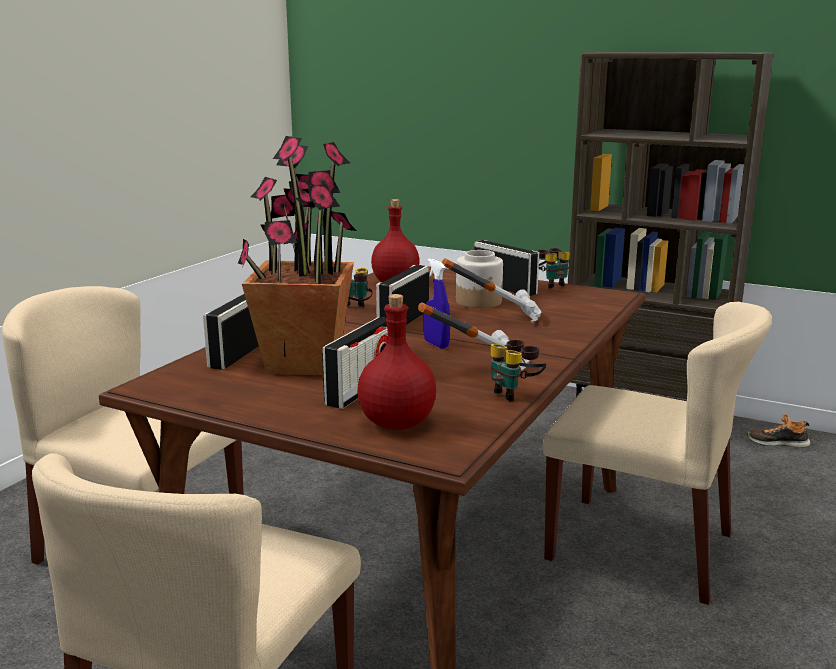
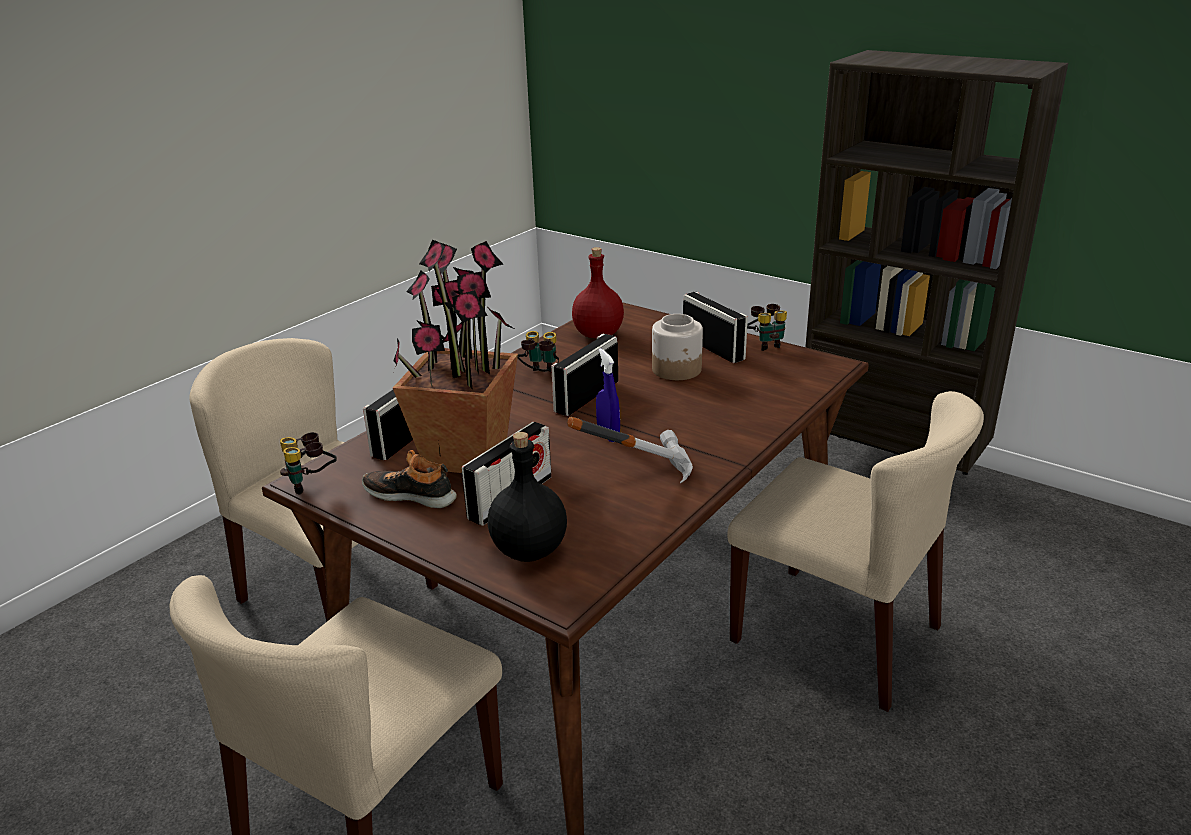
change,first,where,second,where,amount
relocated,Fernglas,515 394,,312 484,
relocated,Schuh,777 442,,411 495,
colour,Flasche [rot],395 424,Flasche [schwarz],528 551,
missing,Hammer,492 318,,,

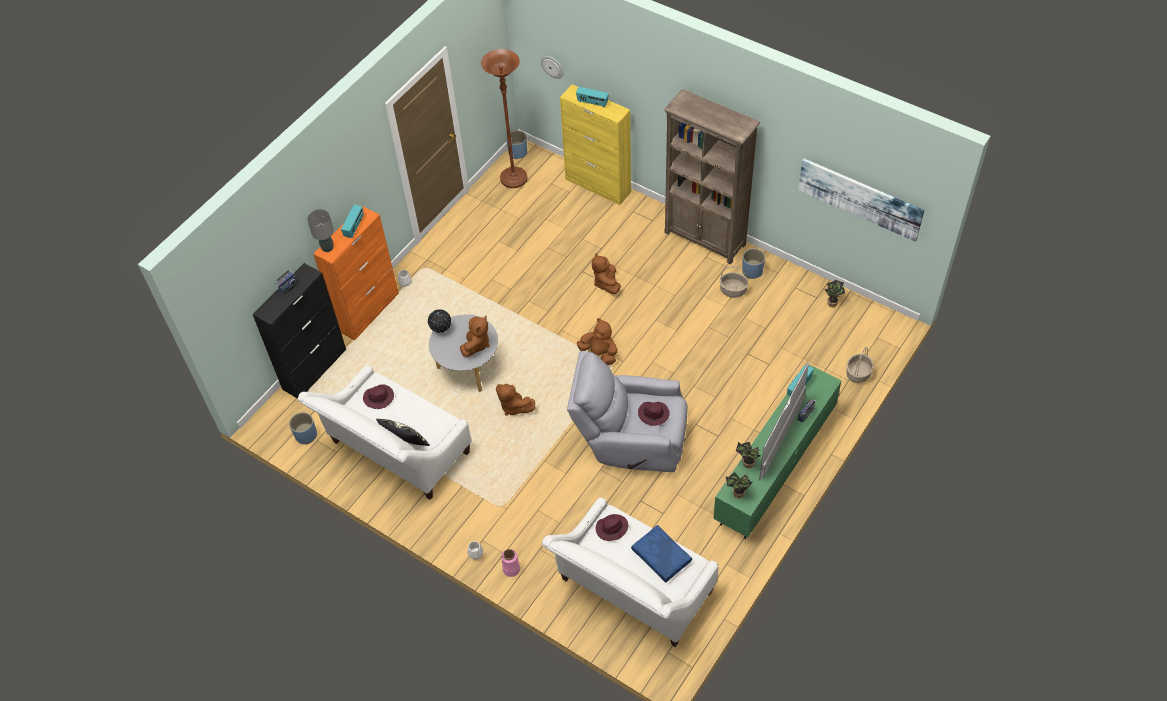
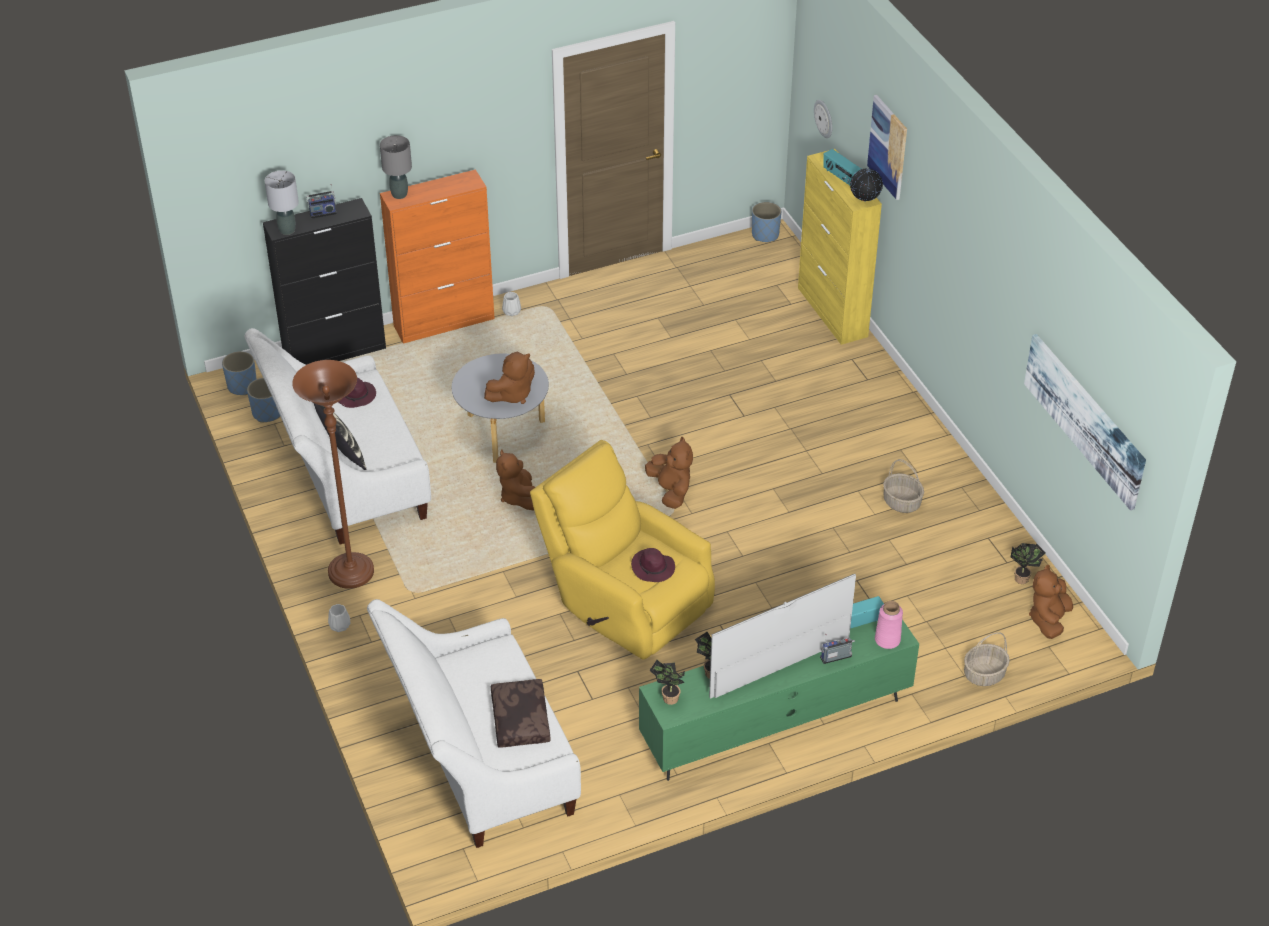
change,first,where,second,where,amount
relocated,Pflanzkübel [blau],752 271,,242 386,
appeared,,,Tischlampe [grau],287 230,
relocated,Stehlampe [braun],513 179,,351 572,
colour,Kissen [blau],660 557,Kissen [braun],519 719,
colour,Sessel [grau],630 439,Sessel [gelb],625 600,
relocated,Globus,441 330,,864 201,
appeared,,,Bild,888 147,
relocated,Vase [rosa],511 569,,887 640,
relocated,Plüschtier [braun],606 283,,1048 620,
missing,Radio,354 227,,,
missing,Hut [lila],611 529,,,
missing,Bücherregal [braun],705 239,,,

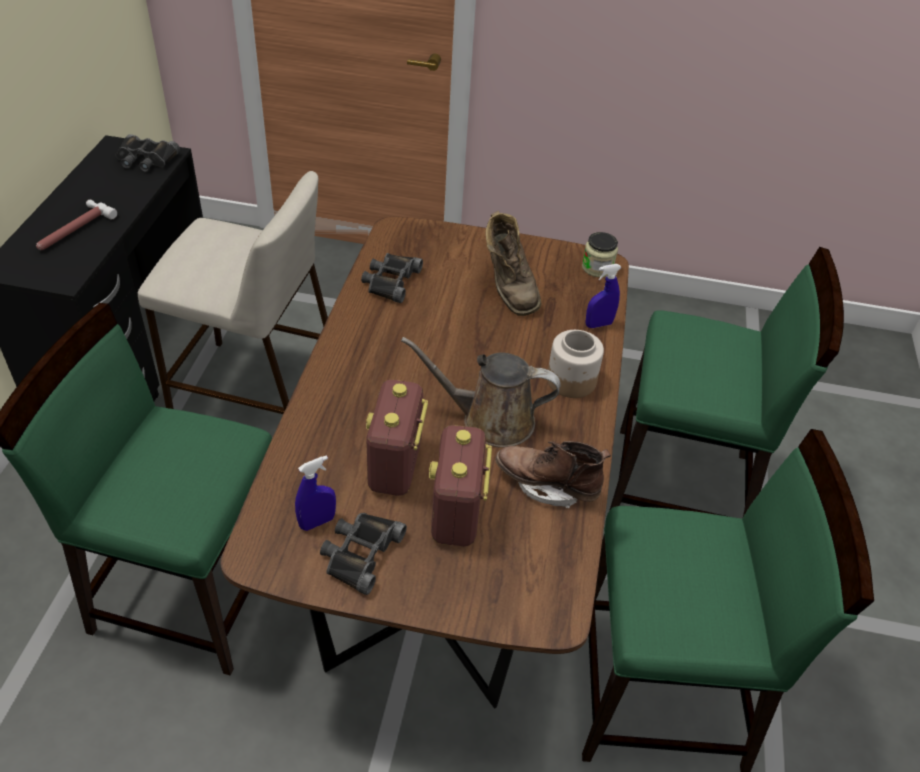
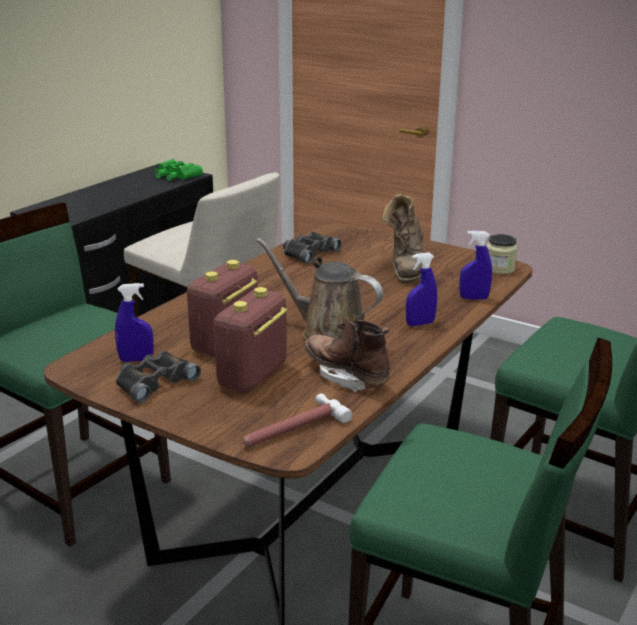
change,first,where,second,where,amount
colour,Fernglas [schwarz],145 159,Fernglas [grün],175 175,
relocated,Hammer,72 230,,291 428,
exchanged,Vorratsglas,570 380,Sprühflasche [blau],420 324,

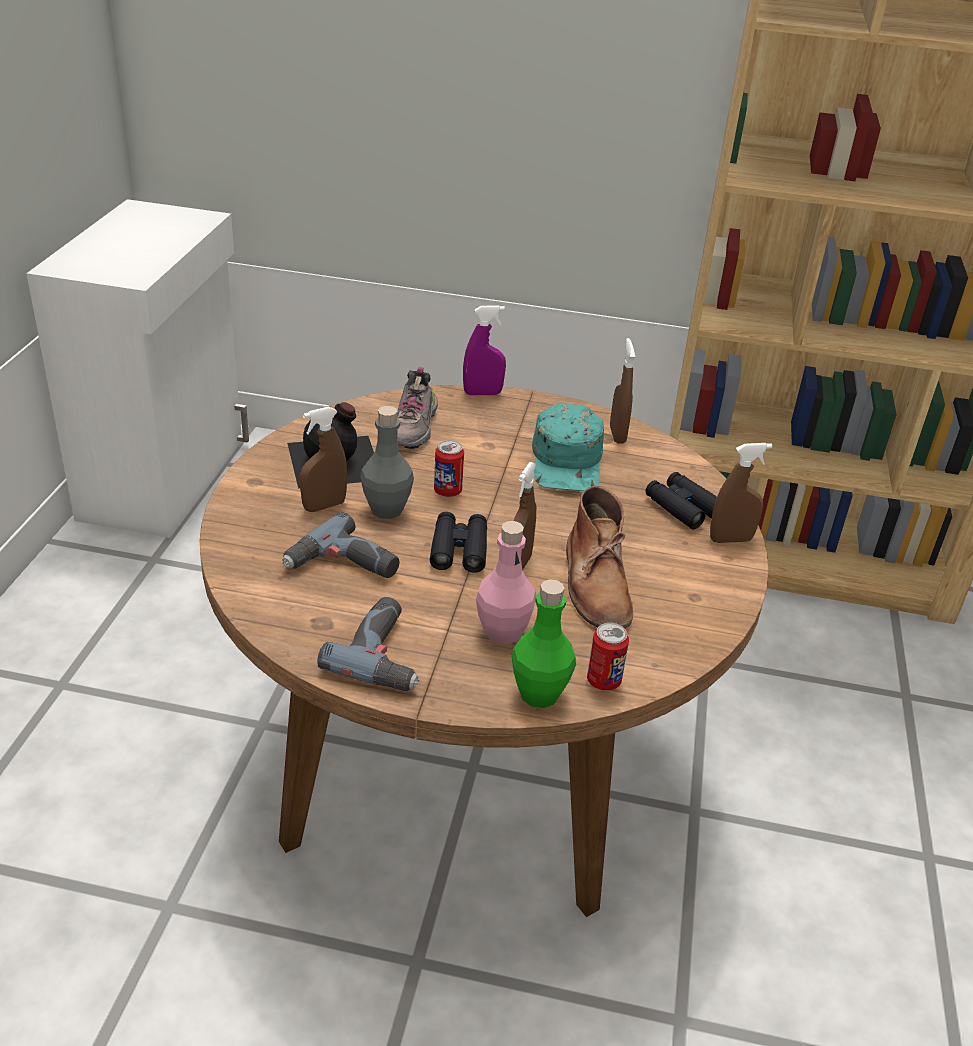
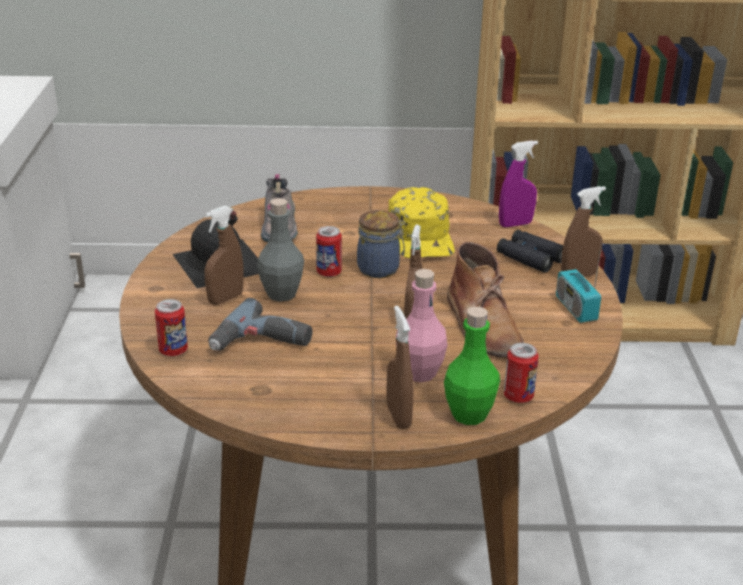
change,first,where,second,where,amount
appeared,,,Dose,173 351,
appeared,,,Vorratsglas,380 269,
relocated,Sprühflasche [braun],617 435,,398 416,
colour,Kappe [türkis],568 461,Kappe [gelb],421 236,
relocated,Sprühflasche [lila],482 393,,515 224,
appeared,,,Radio,575 309,
missing,Bohrmaschine,386 654,,,
missing,Fernglas [schwarz],459 549,,,

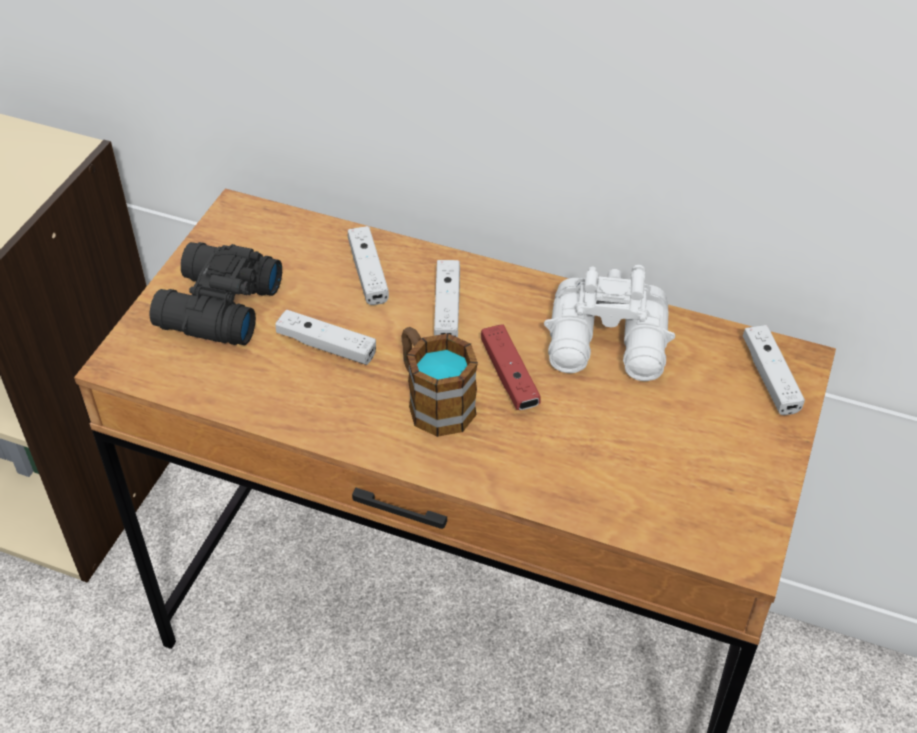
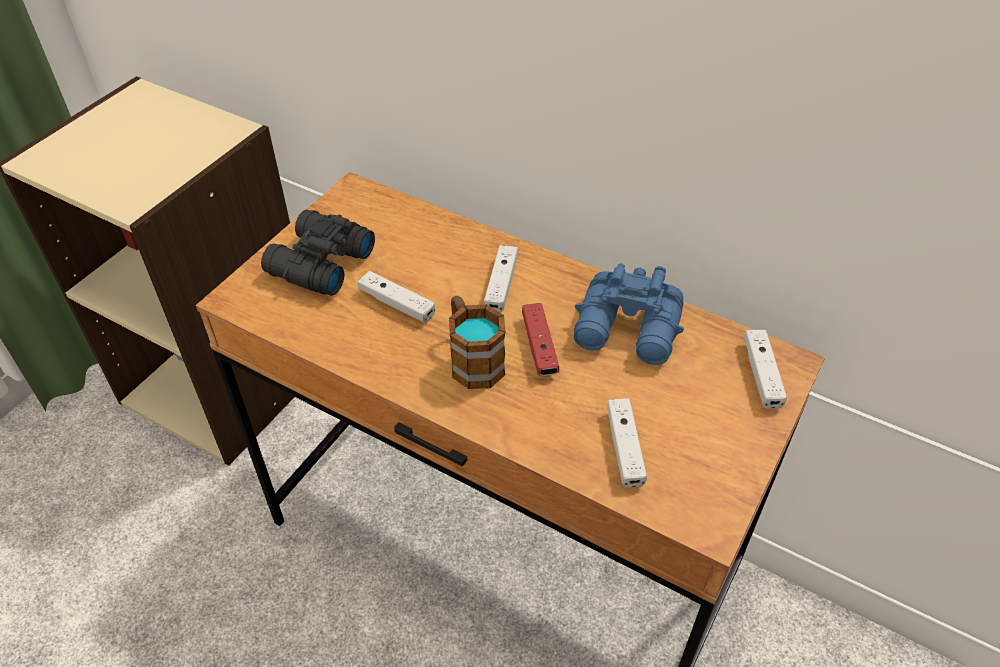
change,first,where,second,where,amount
colour,Fernglas [weiß],609 345,Fernglas [blau],629 331,
relocated,Gamepad [weiß],368 273,,624 448,

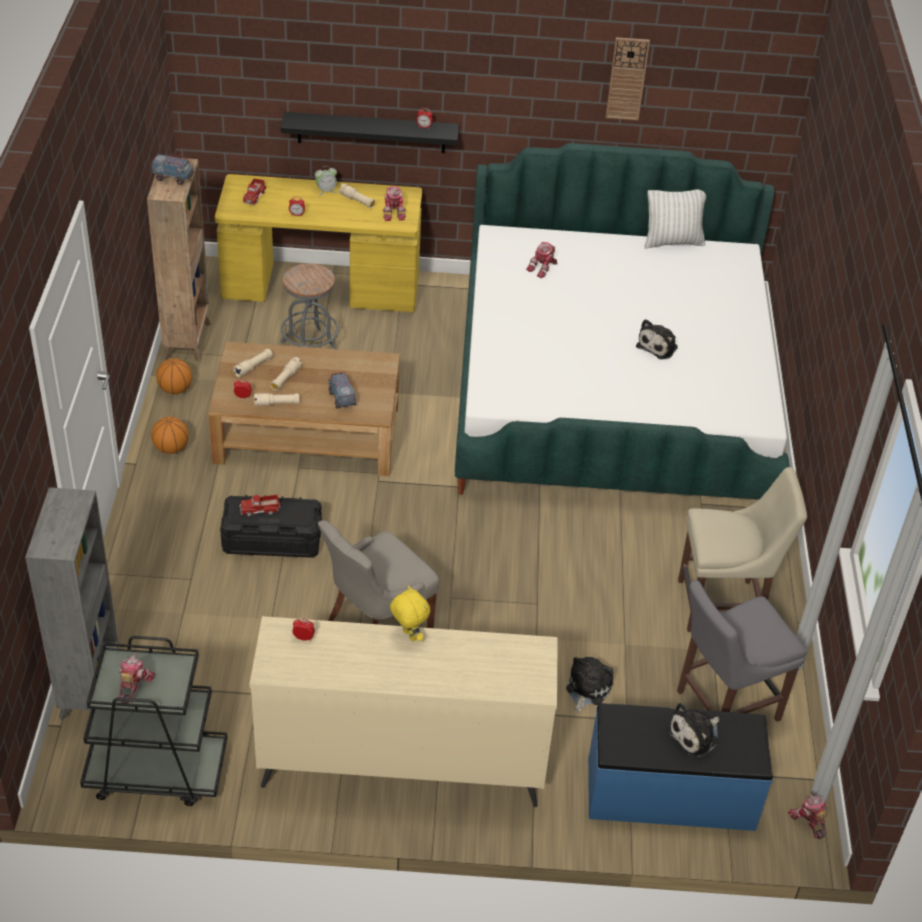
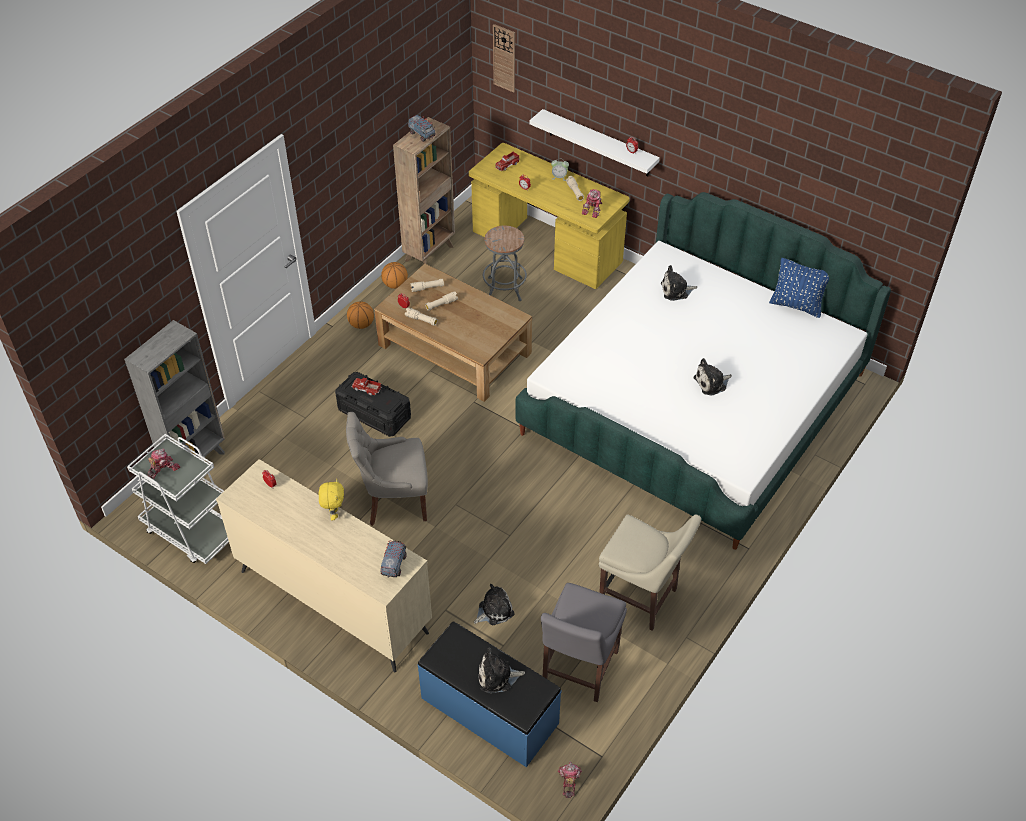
change,first,where,second,where,amount
colour,Rollwagen [schwarz],156 771,Rollwagen [weiß],191 531,
relocated,Spielzeuglaster,342 399,,394 564,
relocated,Wanduhr,627 78,,504 58,
colour,Wandregal [schwarz],371 132,Wandregal [weiß],599 143,
spun,Stuhl [grau],723 706,,578 670,75 degrees counterclockwise
exchanged,Spielzeugroboter,543 268,Plüschtier,676 290,
colour,Kissen [weiß],672 242,Kissen [blau],796 305,

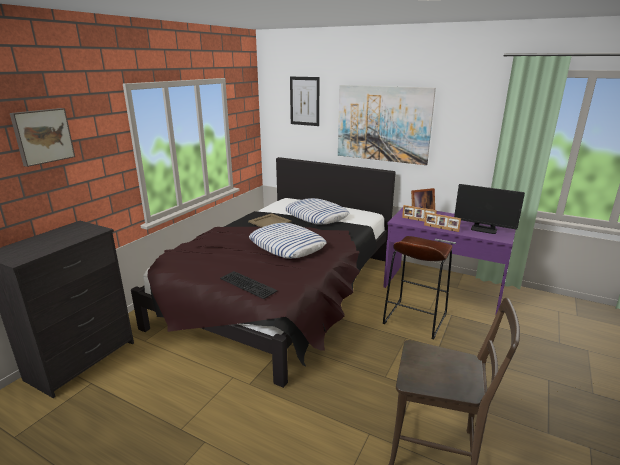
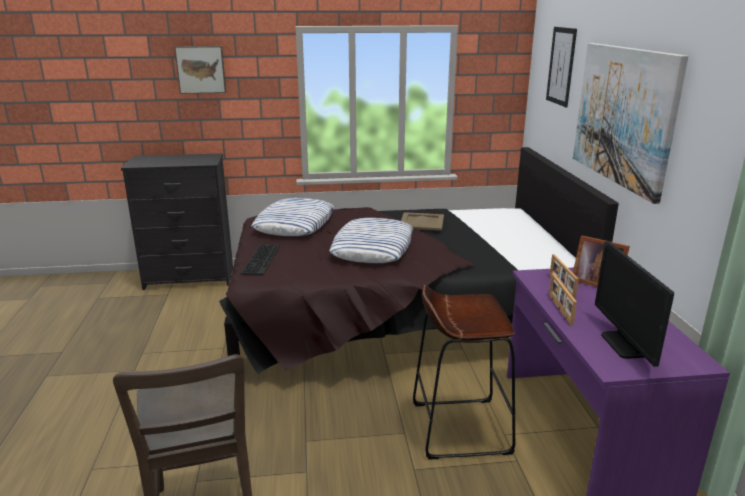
change,first,where,second,where,amount
relocated,Kissen,316 216,,295 224,

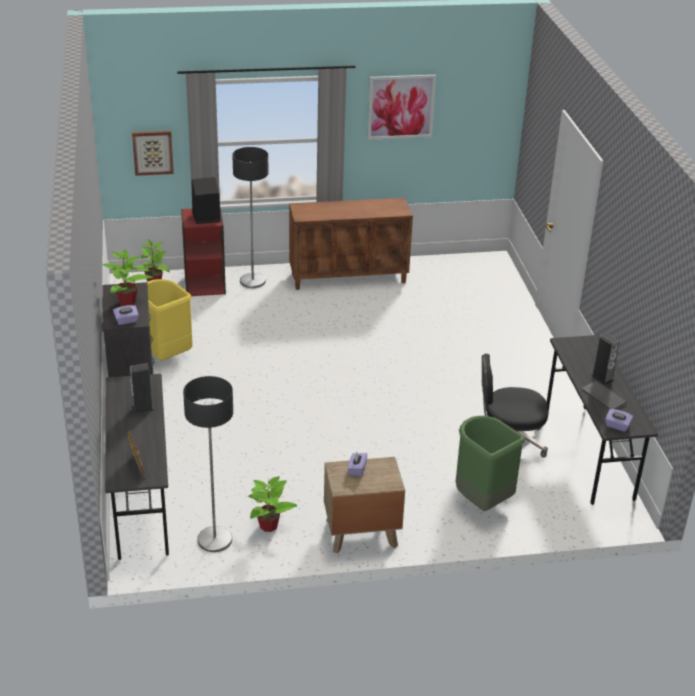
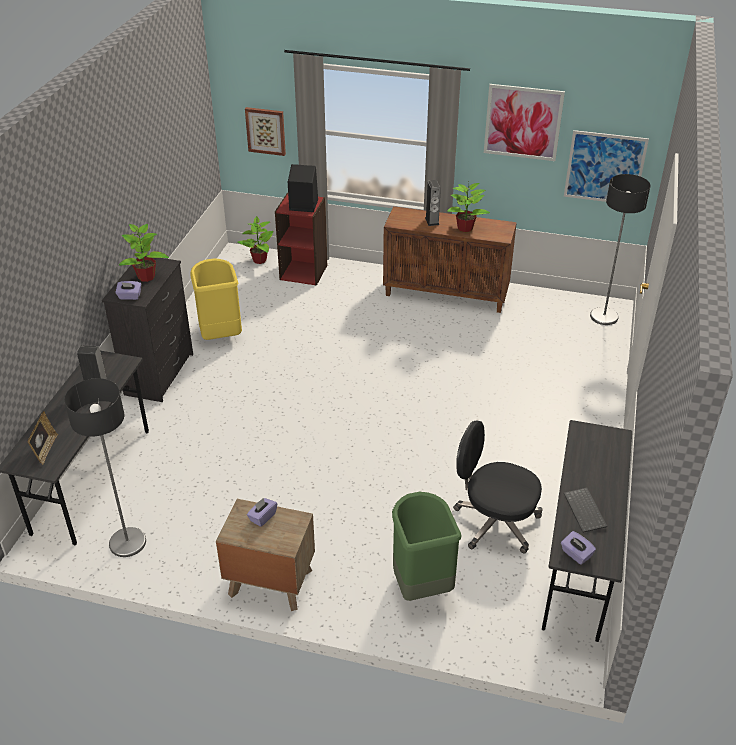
change,first,where,second,where,amount
relocated,Lautsprecher,602 378,,432 221,
relocated,Topfpflanze,269 525,,465 228,
appeared,,,Bild,605 168,
relocated,Stehlampe,252 281,,603 316,

